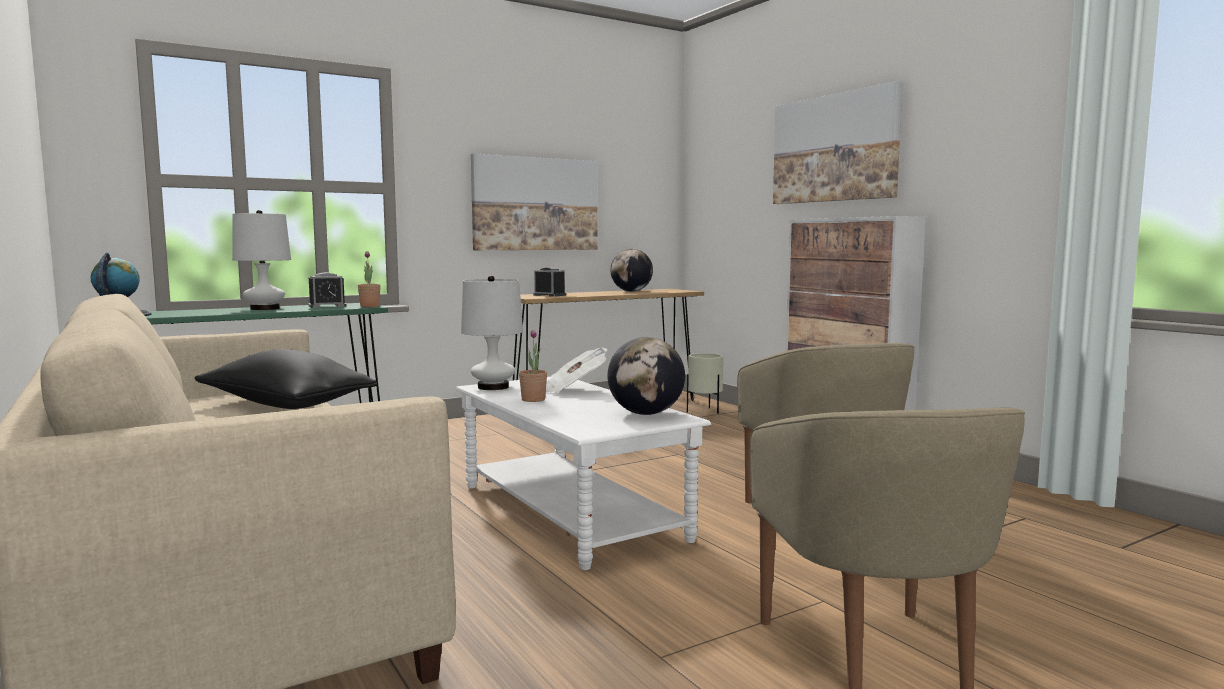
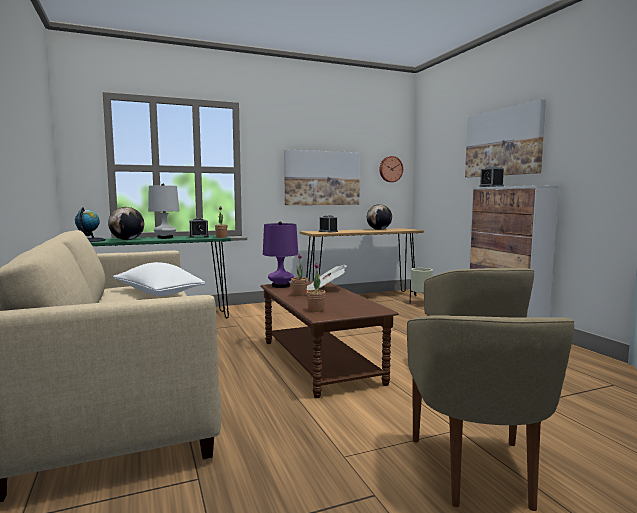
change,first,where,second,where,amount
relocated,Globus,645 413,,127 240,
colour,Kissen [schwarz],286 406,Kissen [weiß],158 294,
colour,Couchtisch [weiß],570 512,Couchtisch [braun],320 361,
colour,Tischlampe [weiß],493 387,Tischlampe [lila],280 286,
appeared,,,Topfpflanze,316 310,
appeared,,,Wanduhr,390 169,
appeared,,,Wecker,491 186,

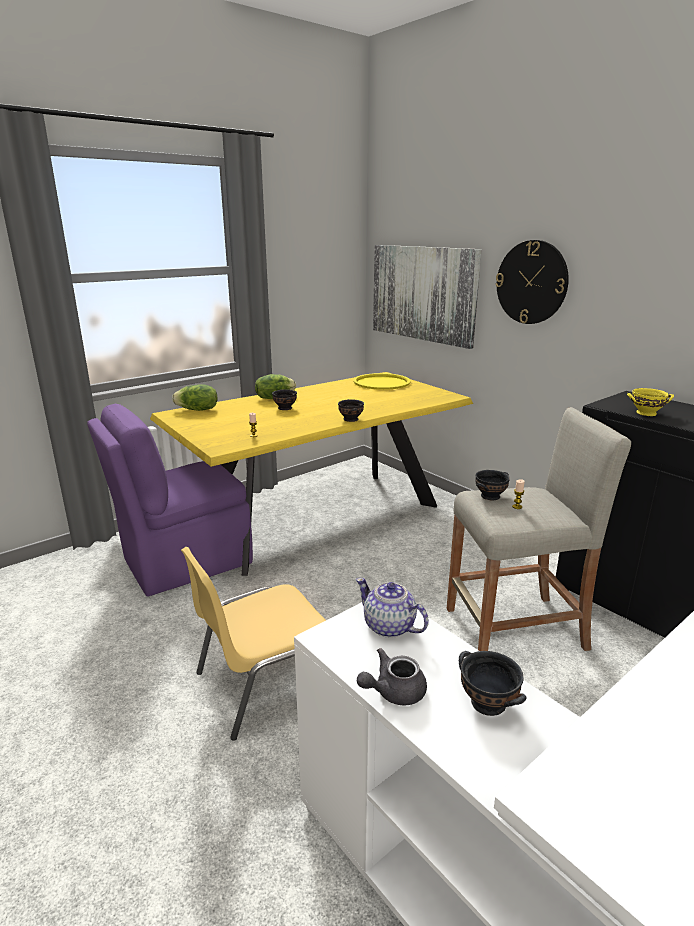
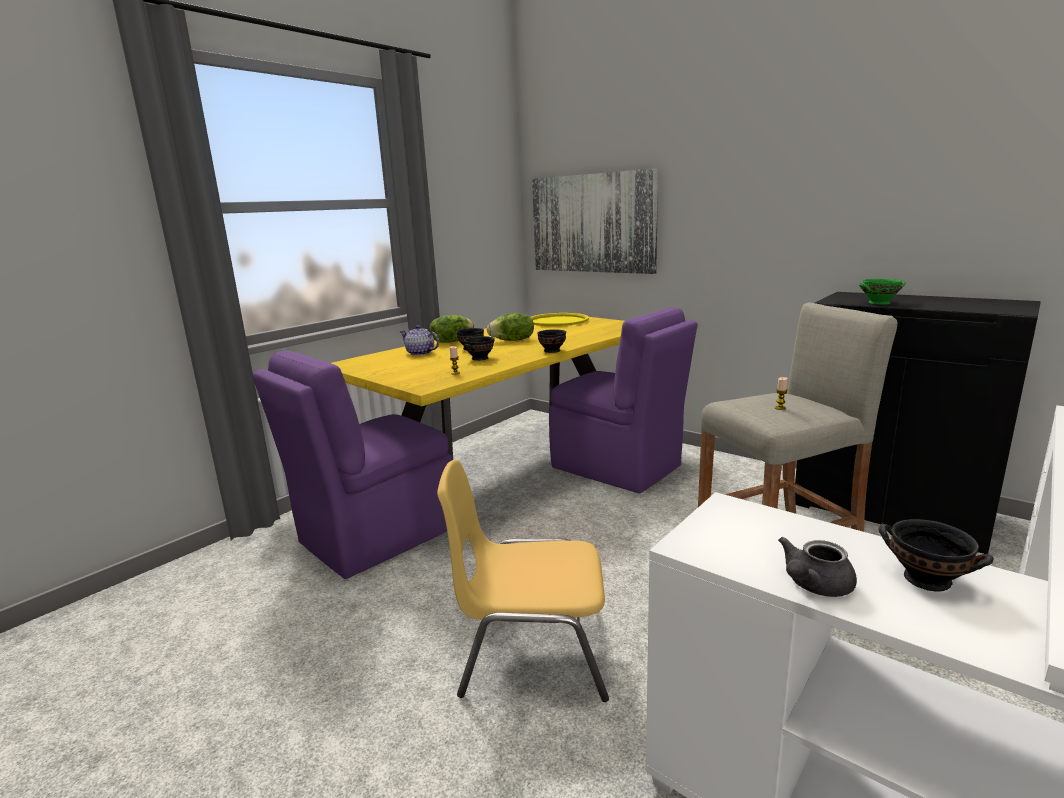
change,first,where,second,where,amount
relocated,Teekanne,389 627,,420 353,
spun,Stuhl [gelb],264 683,,531 651,45 degrees clockwise
relocated,Schüssel [schwarz],491 496,,480 358,
relocated,Salatkopf,197 410,,512 340,
appeared,,,Stuhl [lila],618 468,
colour,Schüssel [gelb],647 413,Schüssel [grün],880 303,
missing,Wanduhr,531 282,,,

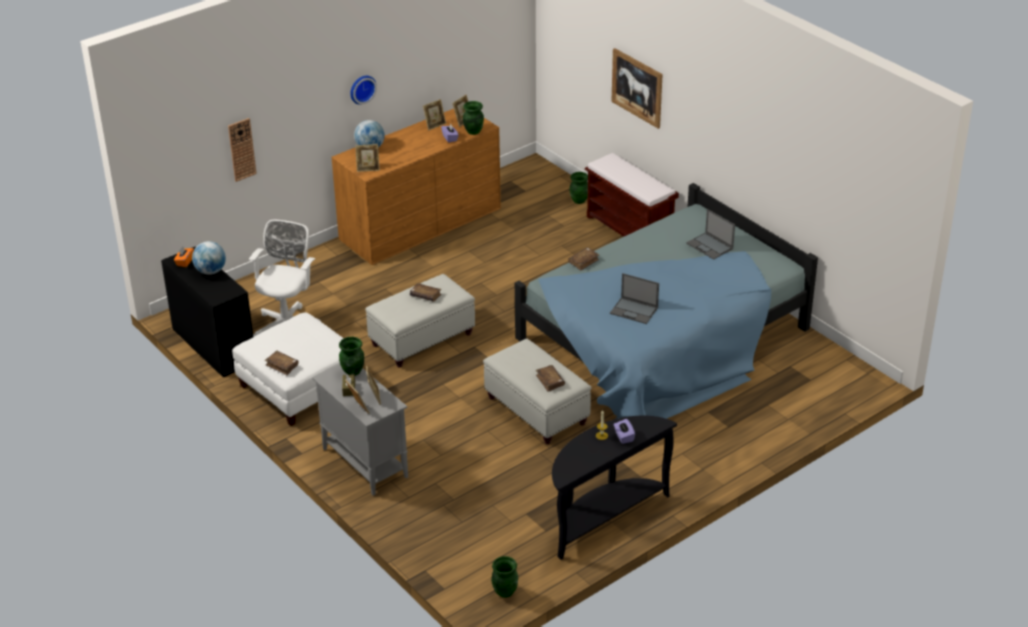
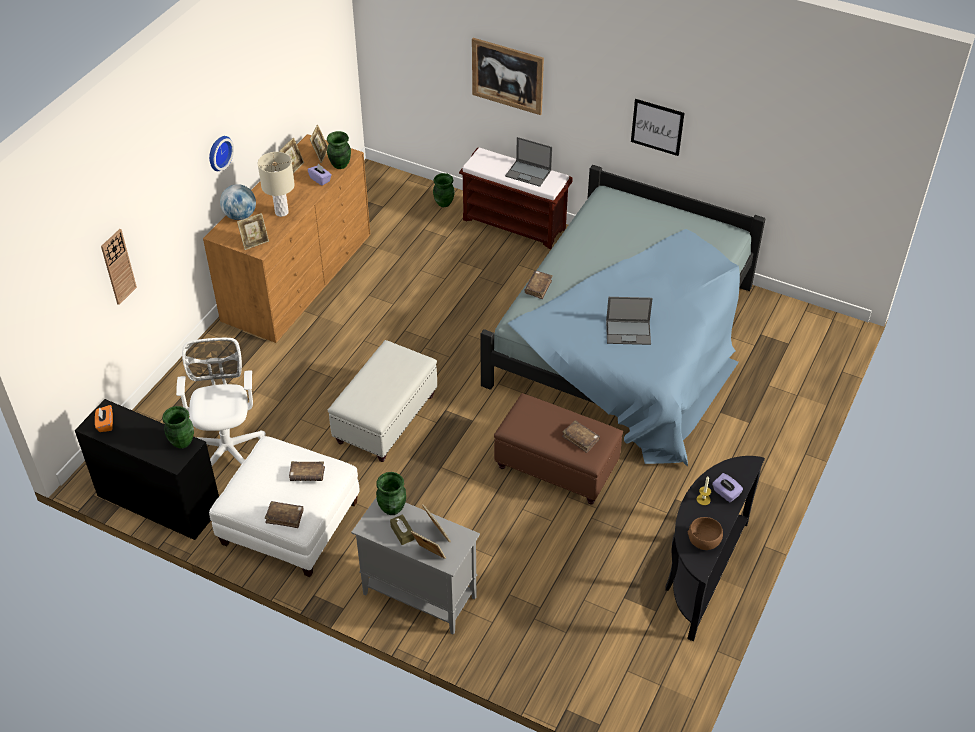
change,first,where,second,where,amount
relocated,Vase [grün],505 591,,182 442,
appeared,,,Tischlampe [beige],281 212,
relocated,Buch [braun],425 296,,307 475,
colour,Polsterhocker [weiß],537 411,Polsterhocker [braun],557 467,
relocated,Laptop,710 246,,528 173,
appeared,,,Bild,657 127,
appeared,,,Schüssel [braun],704 542,
missing,Globus,210 271,,,

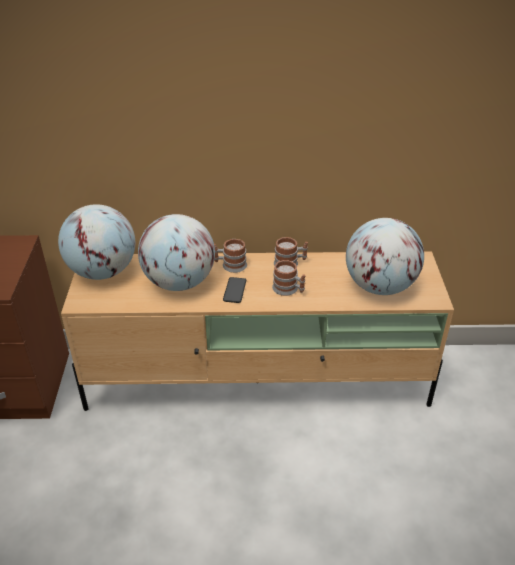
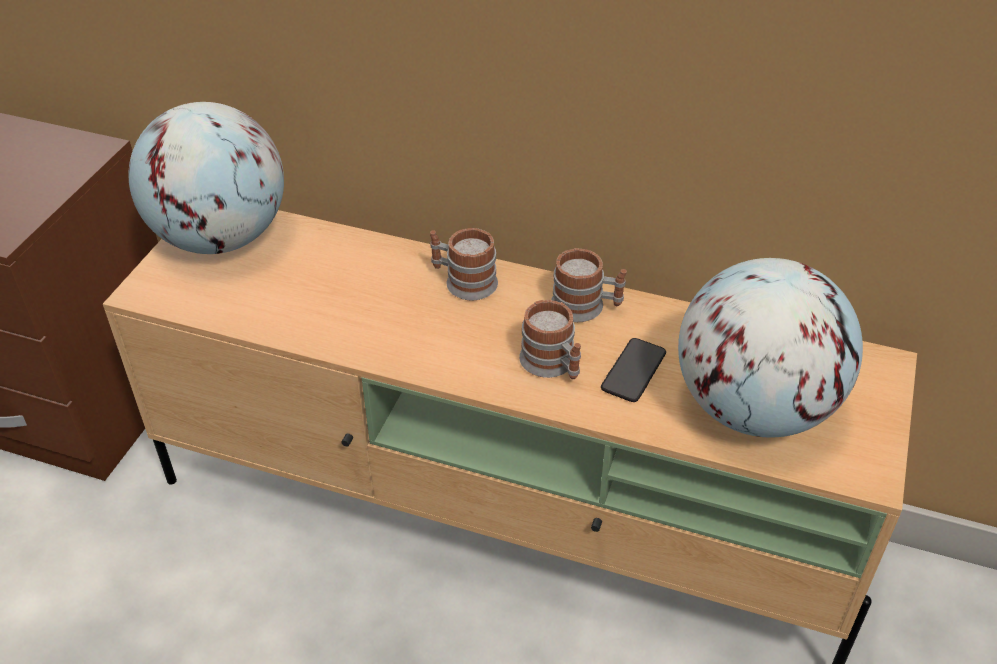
change,first,where,second,where,amount
relocated,Handy,234 290,,633 371,
missing,Globus,179 282,,,

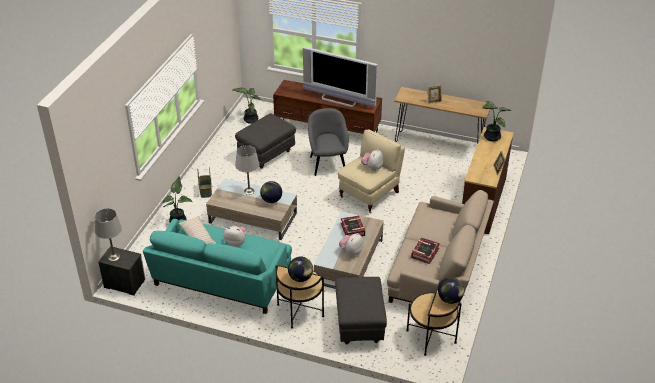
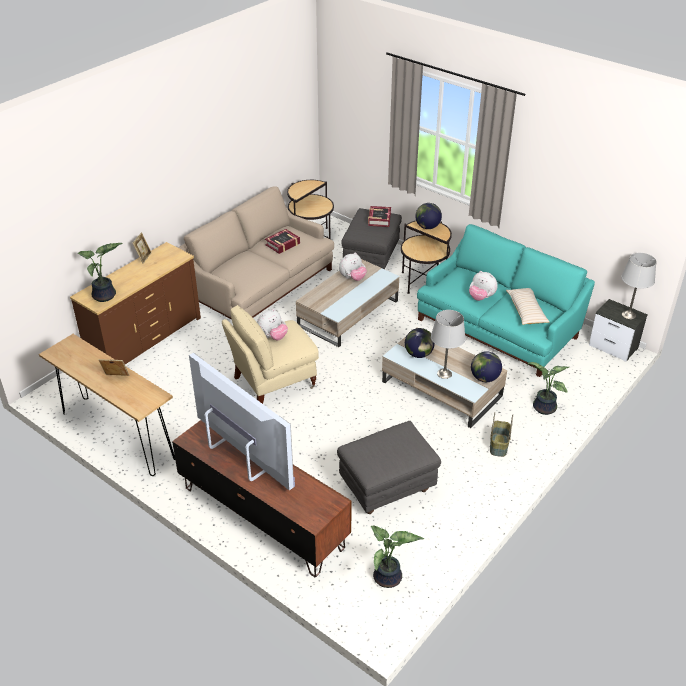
change,first,where,second,where,amount
relocated,Buch,353 229,,379 219,
relocated,Globus,450 299,,484 378,
missing,Sessel [grau],328 163,,,

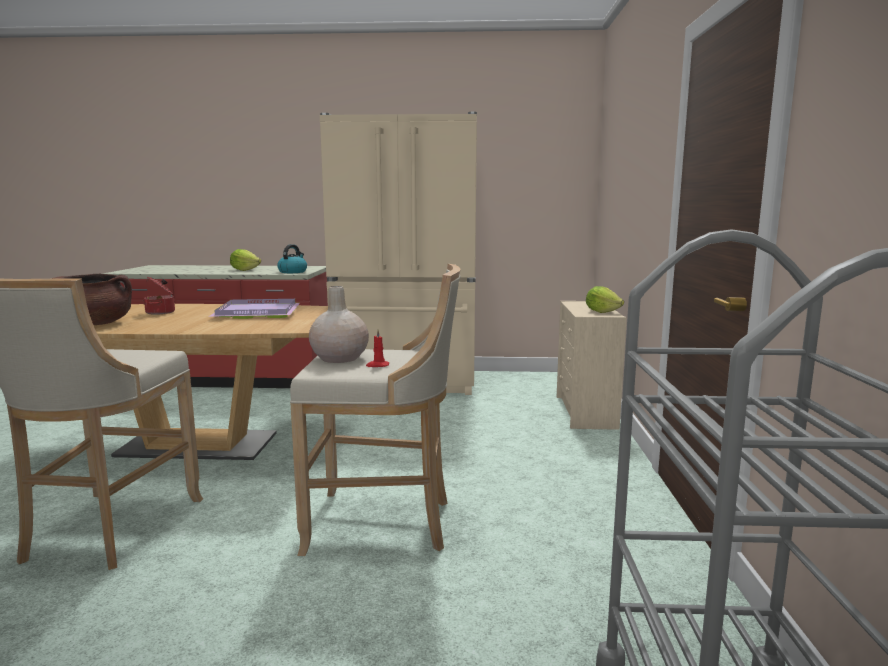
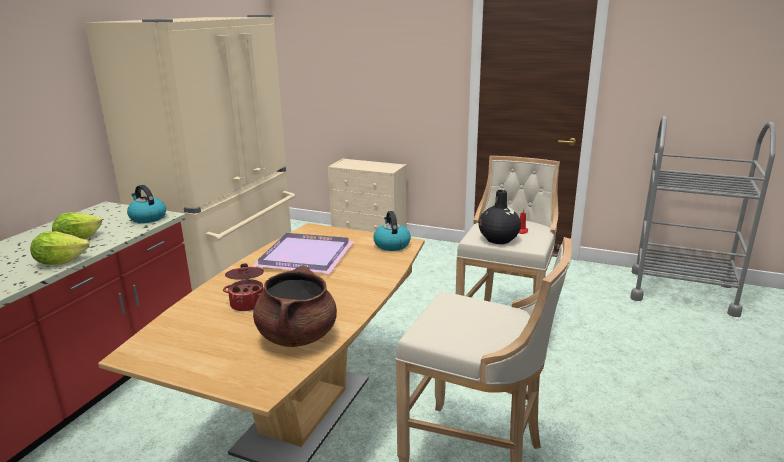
change,first,where,second,where,amount
relocated,Salatkopf,602 312,,60 262,
appeared,,,Wasserkessel,391 244,
colour,Vase [beige],339 358,Vase [schwarz],498 239,

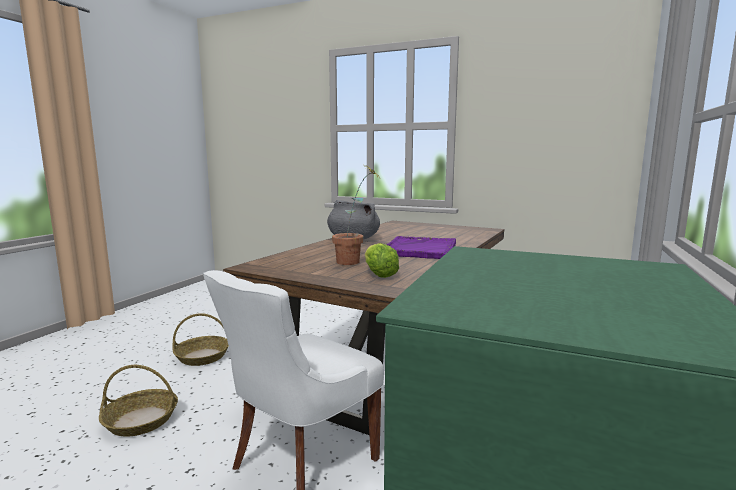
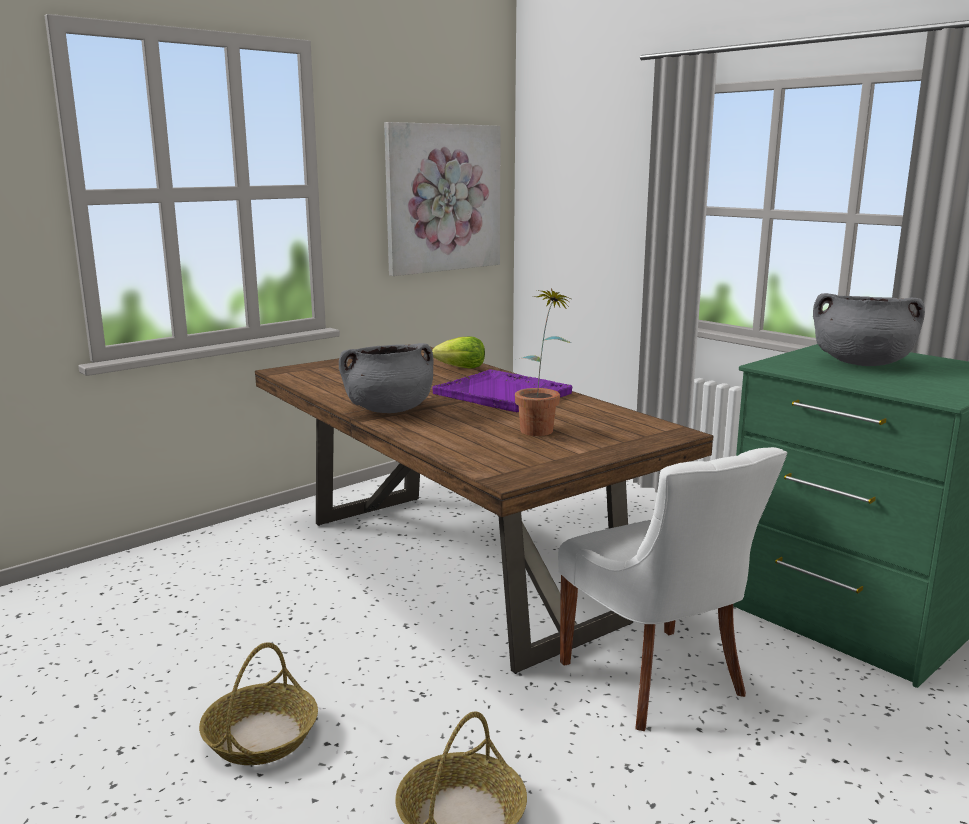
change,first,where,second,where,amount
appeared,,,Bild,443 198,
relocated,Salatkopf,379 275,,462 368,
appeared,,,Kochtopf [grau],861 363,

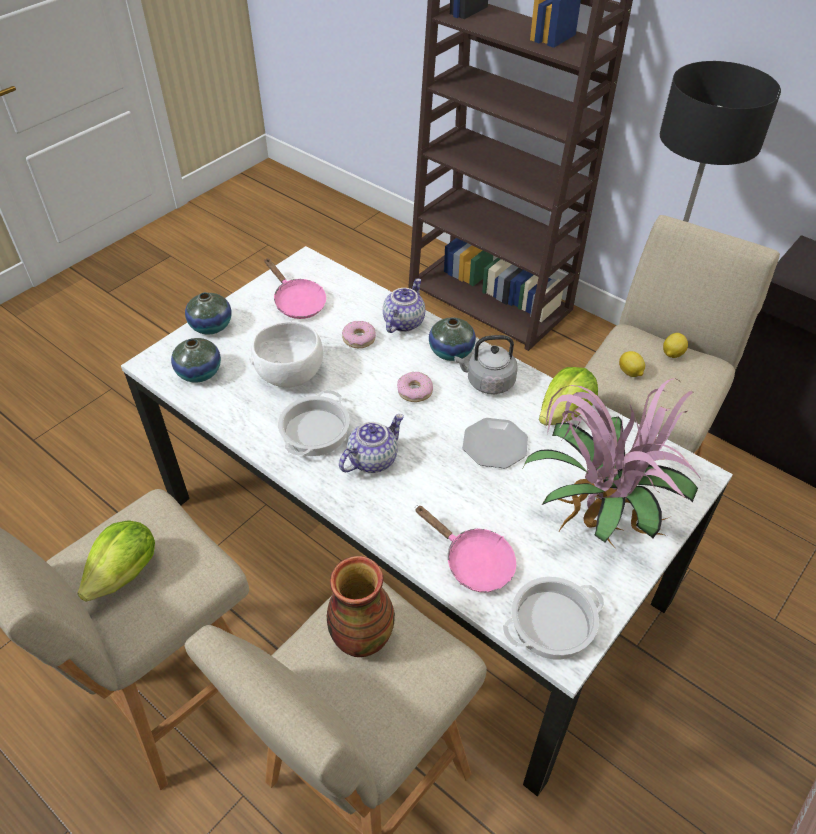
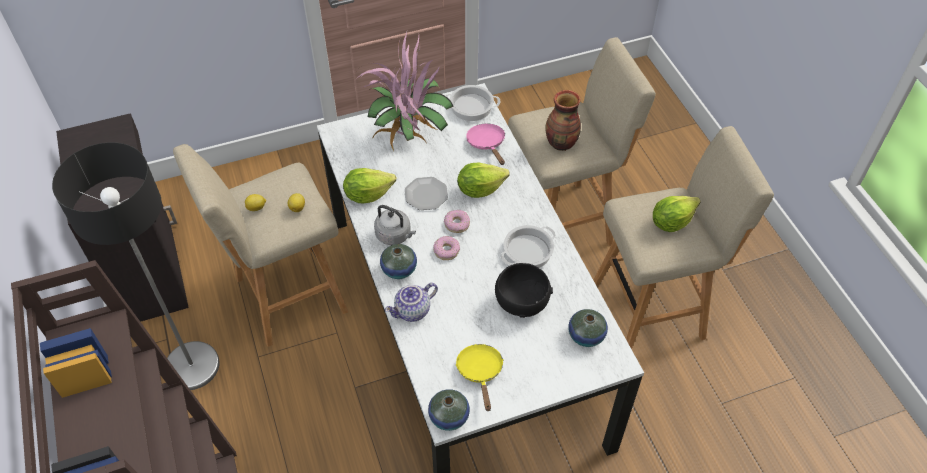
change,first,where,second,where,amount
relocated,Vase,211 326,,449 417,
relocated,Donut,359 339,,457 224,
colour,Pfanne [rosa],297 302,Pfanne [gelb],480 372,
appeared,,,Salatkopf,480 189,
colour,Schüssel [weiß],291 375,Schüssel [schwarz],521 302,
missing,Teekanne,372 459,,,

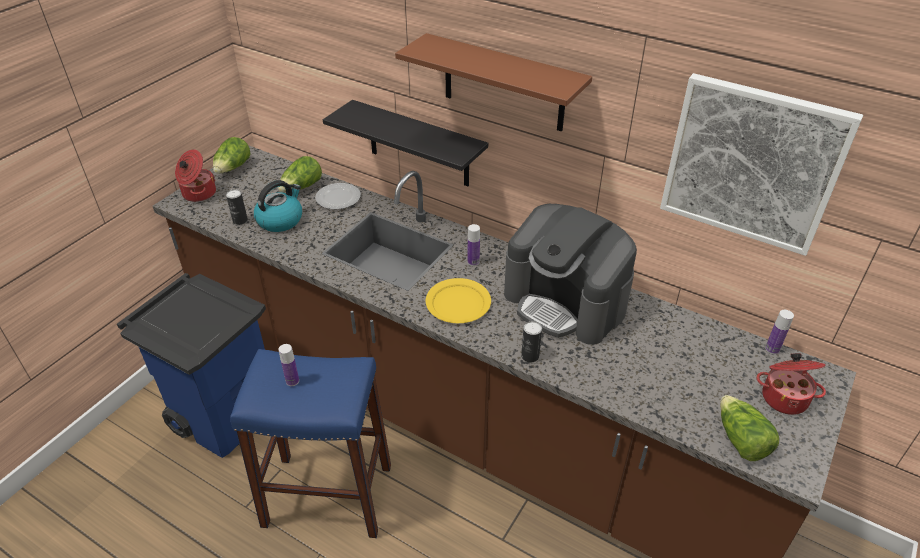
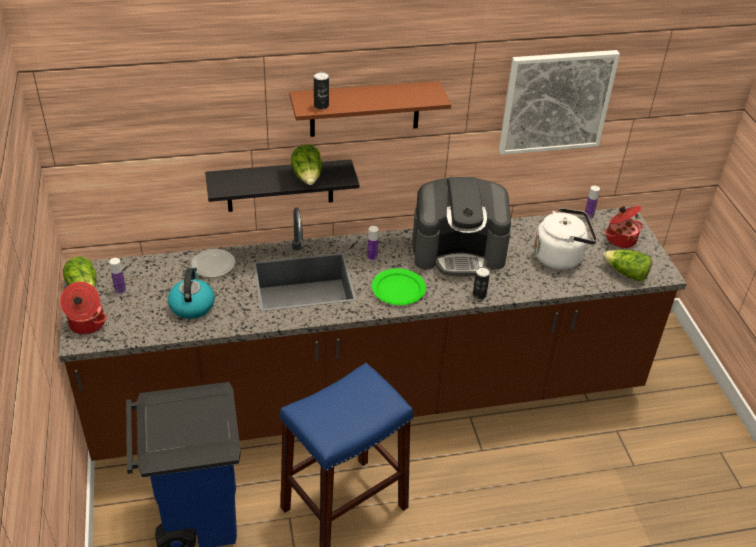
change,first,where,second,where,amount
relocated,Flasche,292 381,,120 290,
relocated,Salatkopf,302 187,,308 177,
relocated,Dose,240 220,,321 106,
colour,Teller [gelb],458 303,Teller [grün],398 289,
appeared,,,Wasserkessel [weiß],561 257,

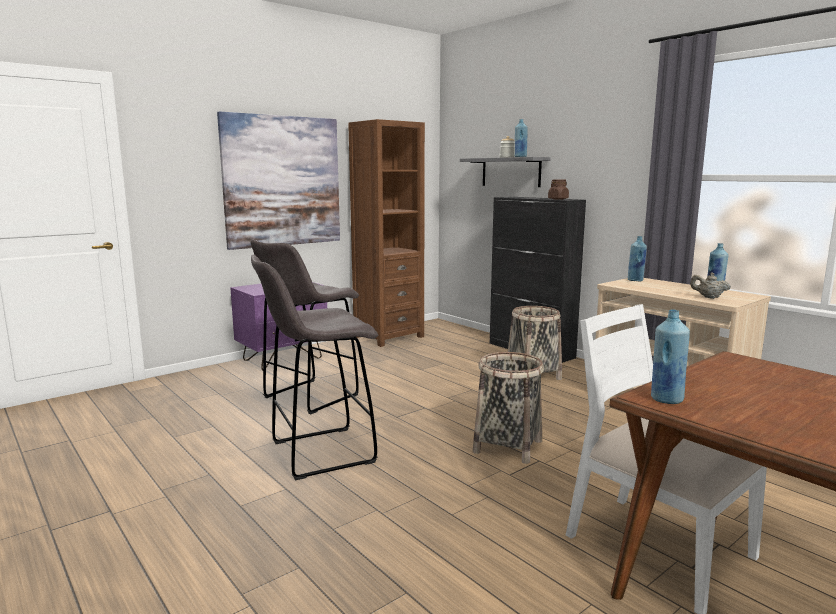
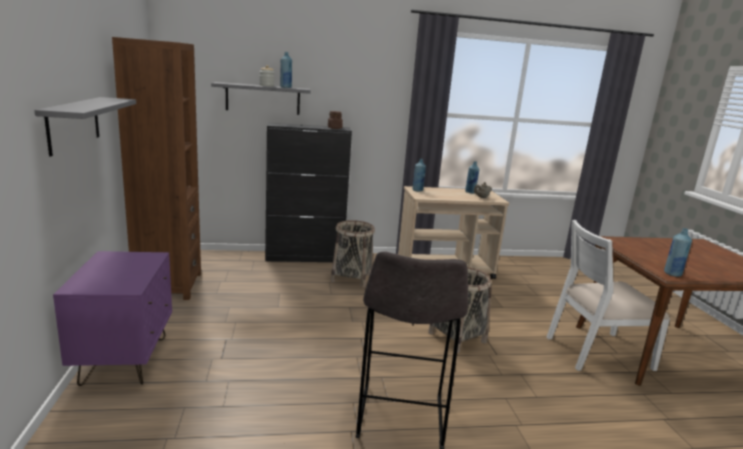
change,first,where,second,where,amount
exchanged,Bild,282 181,Wandregal [grau],74 124,
missing,Hocker [grau],309 397,,,

